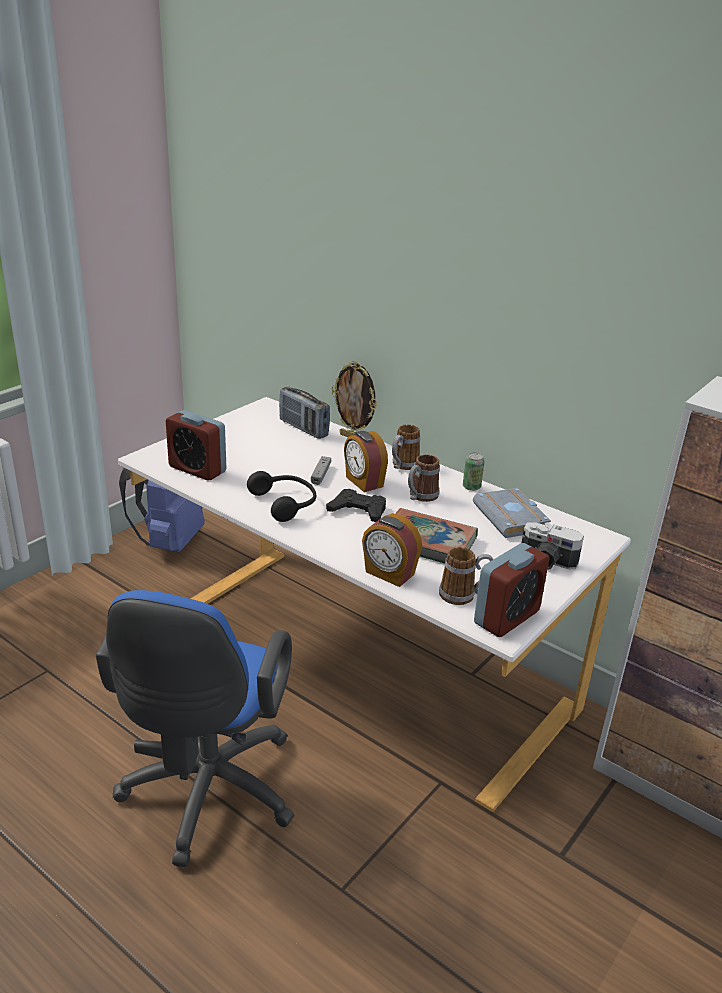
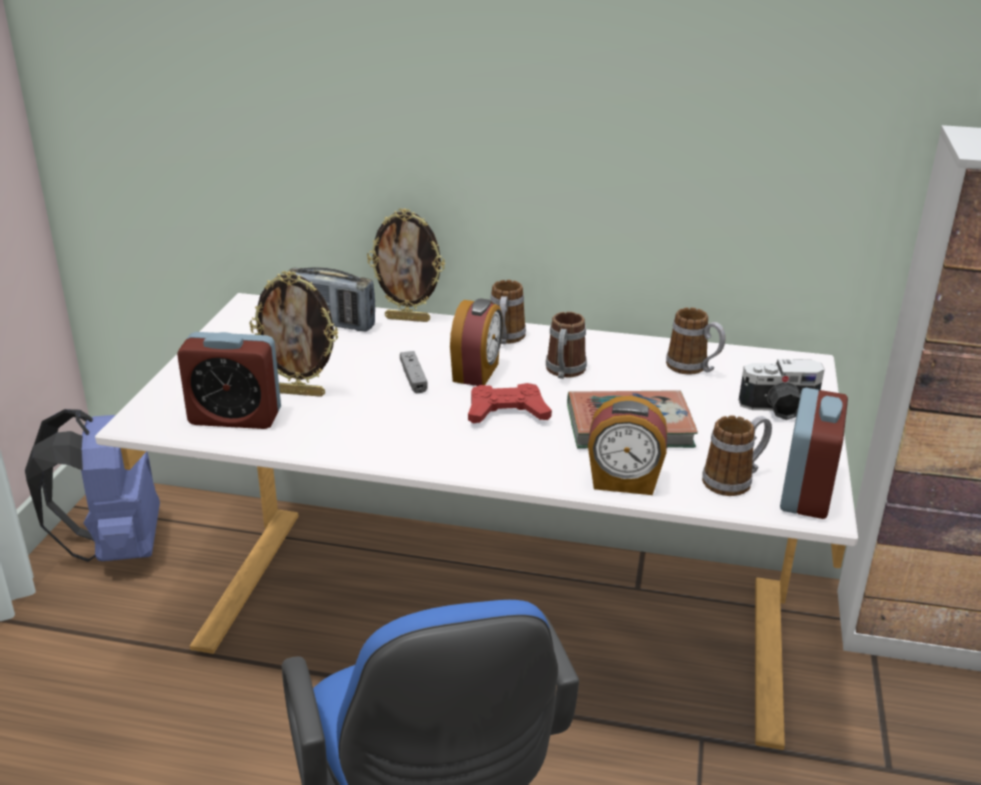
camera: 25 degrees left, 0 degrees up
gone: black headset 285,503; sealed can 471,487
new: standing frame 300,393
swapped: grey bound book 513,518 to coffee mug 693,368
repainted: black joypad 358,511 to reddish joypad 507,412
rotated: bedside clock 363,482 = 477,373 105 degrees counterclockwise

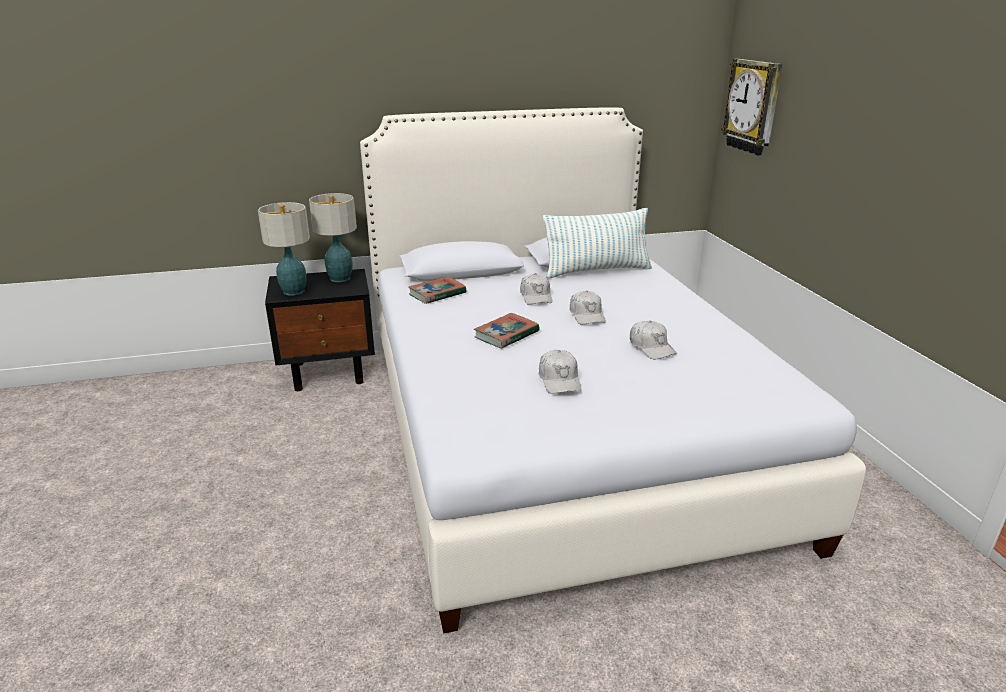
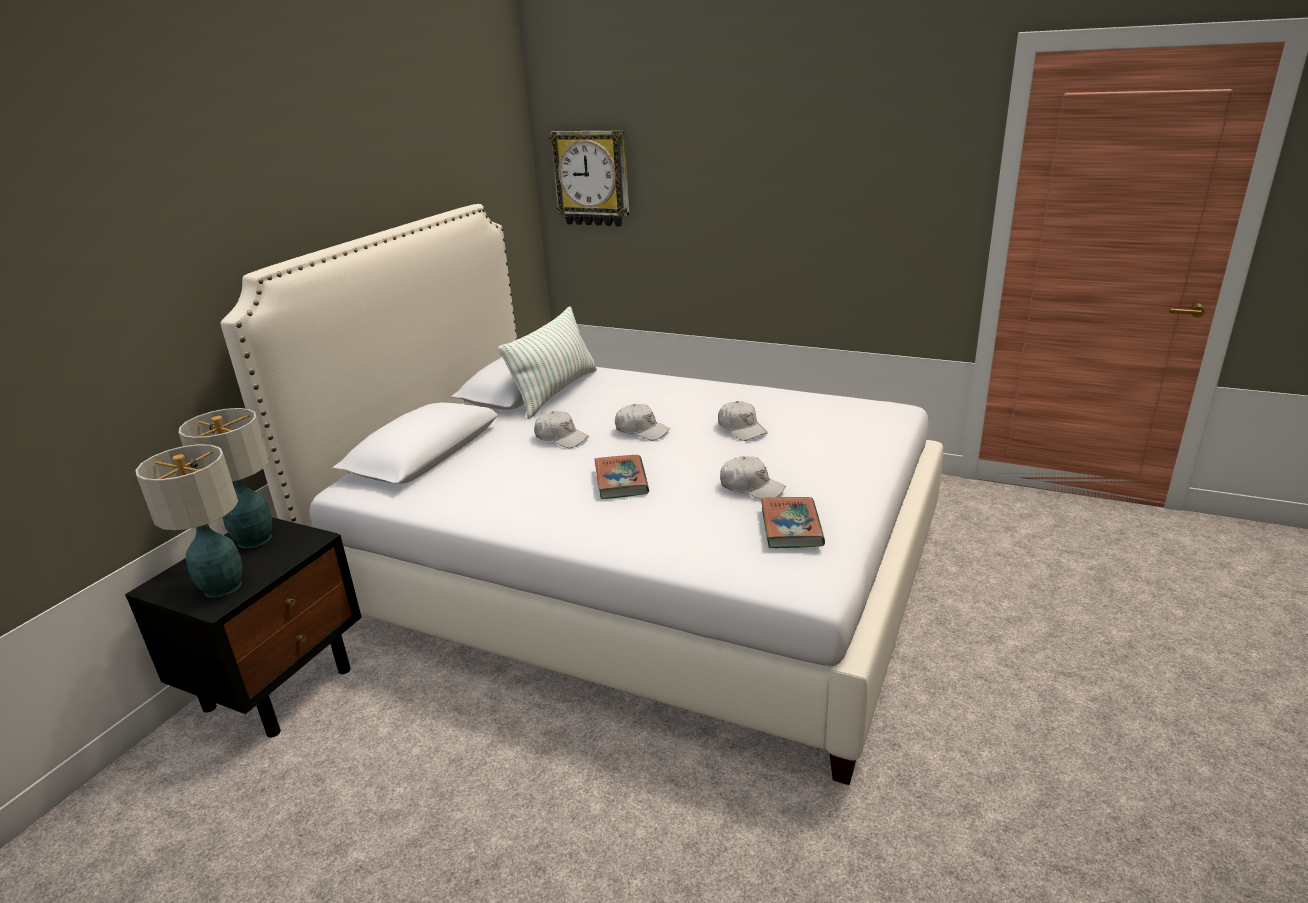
camera: 50 degrees left, 0 degrees up
shifted: bound book 437,294 to 791,527
rotated: white cap 651,347 = 741,429 45 degrees clockwise

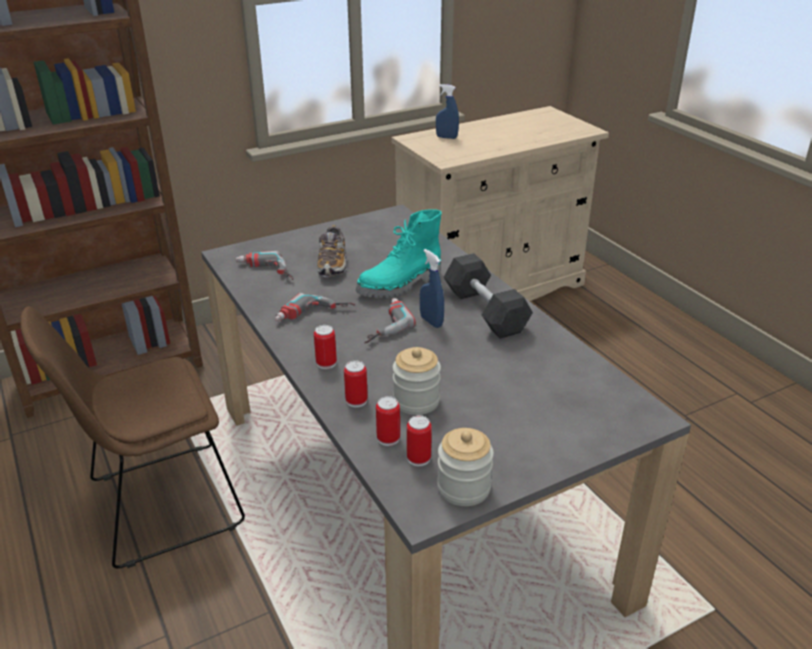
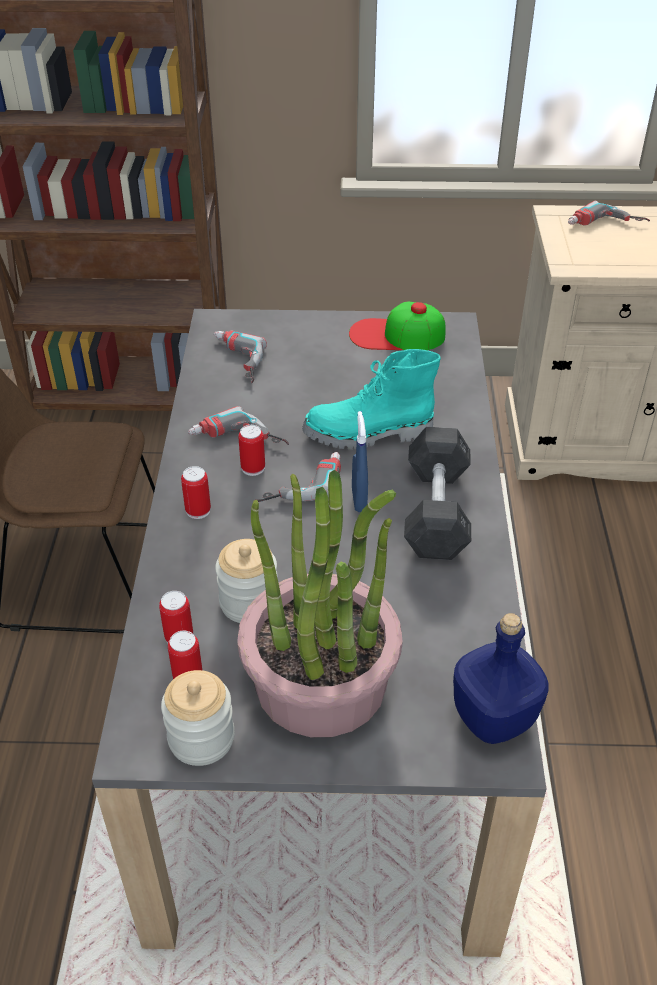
camera: 30 degrees right, 10 degrees up
gone: item of footwear 332,264
new: potted plant 321,683; cap 396,335; bluish beverage bottle 494,717
shifted: sealed can 356,401 to 253,468
swapped: bluish sprayer 446,137 to power drill 606,226

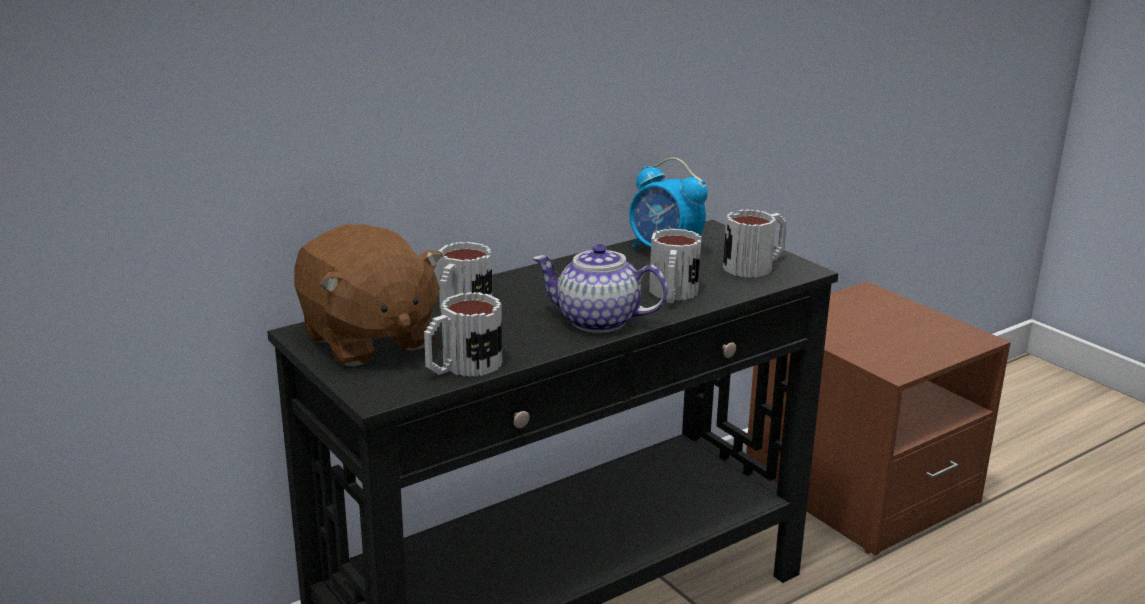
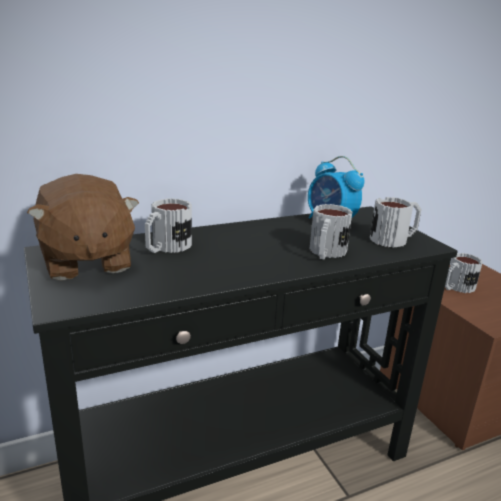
camera: 10 degrees right, 0 degrees up
gone: teapot 597,321
shifted: coffee mug 461,367 to 456,287

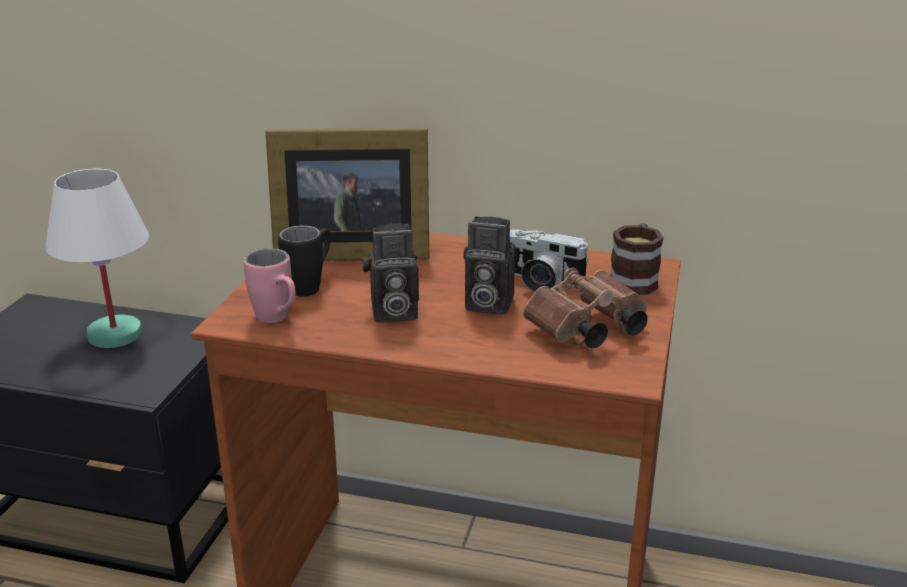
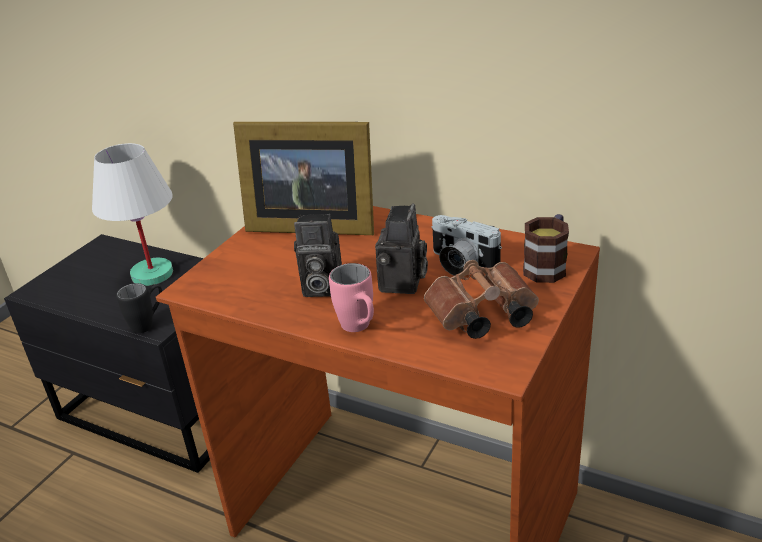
camera: 15 degrees right, 5 degrees up
shifted: pinkish coffee mug 278,319 to 360,329; black coffee mug 311,285 to 148,323
rotated: still camera 486,304 = 403,284 105 degrees counterclockwise

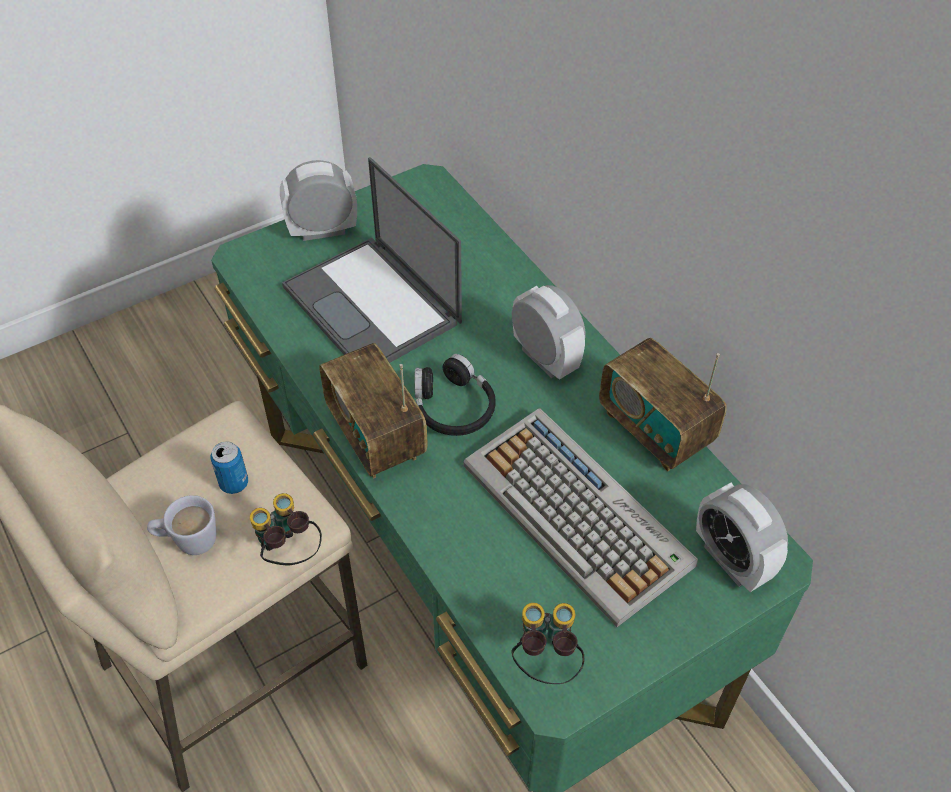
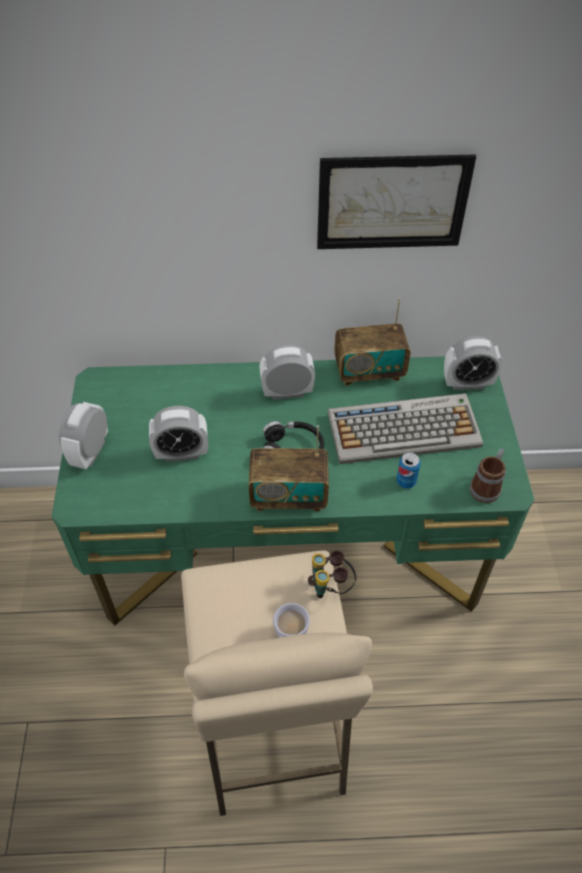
camera: 60 degrees left, 0 degrees up
new: wall art 392,202
shifted: sealed can 234,483 to 406,481
swapped: portable computer 373,305 to bedside clock 181,453; binoculars 545,662 to coffee mug 487,486

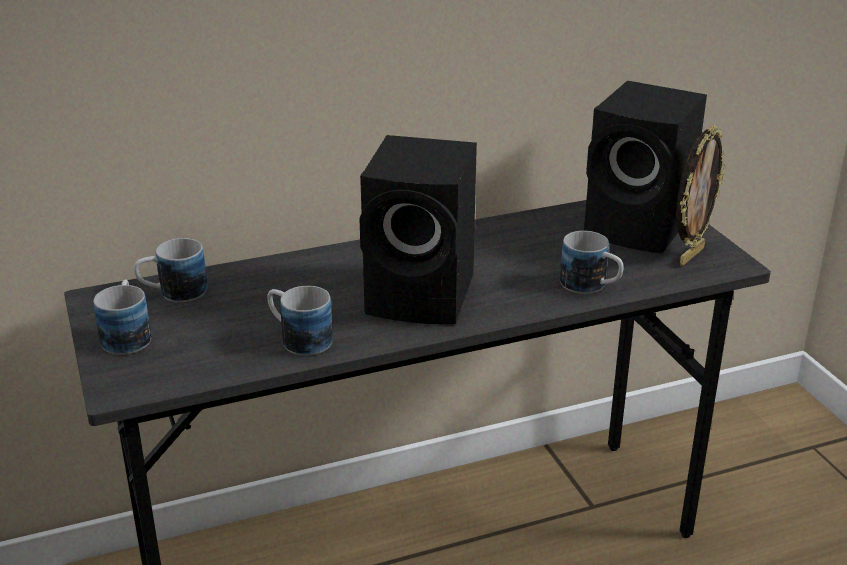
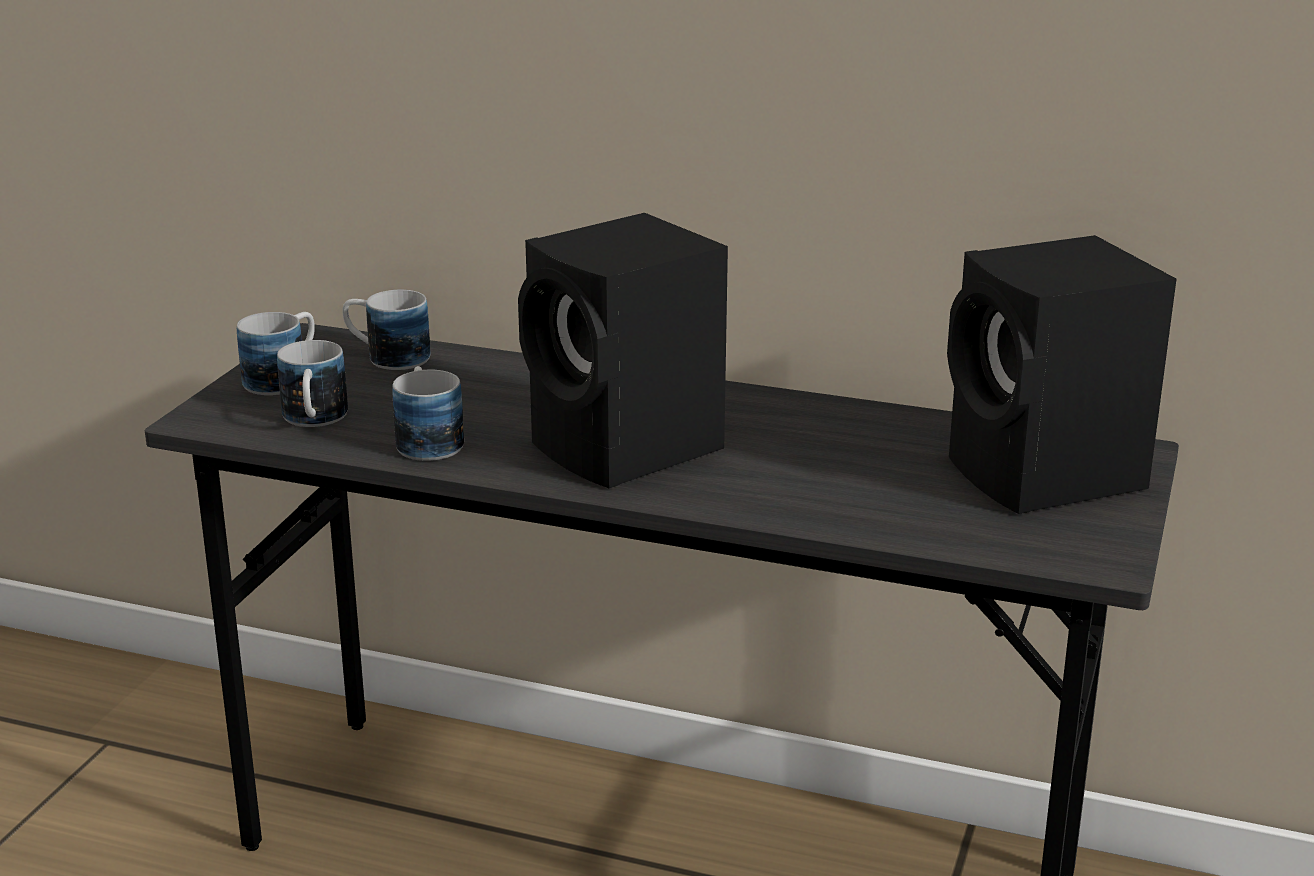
camera: 40 degrees right, 5 degrees down
gone: standing frame 690,255
shifted: coffee mug 591,287 to 314,421

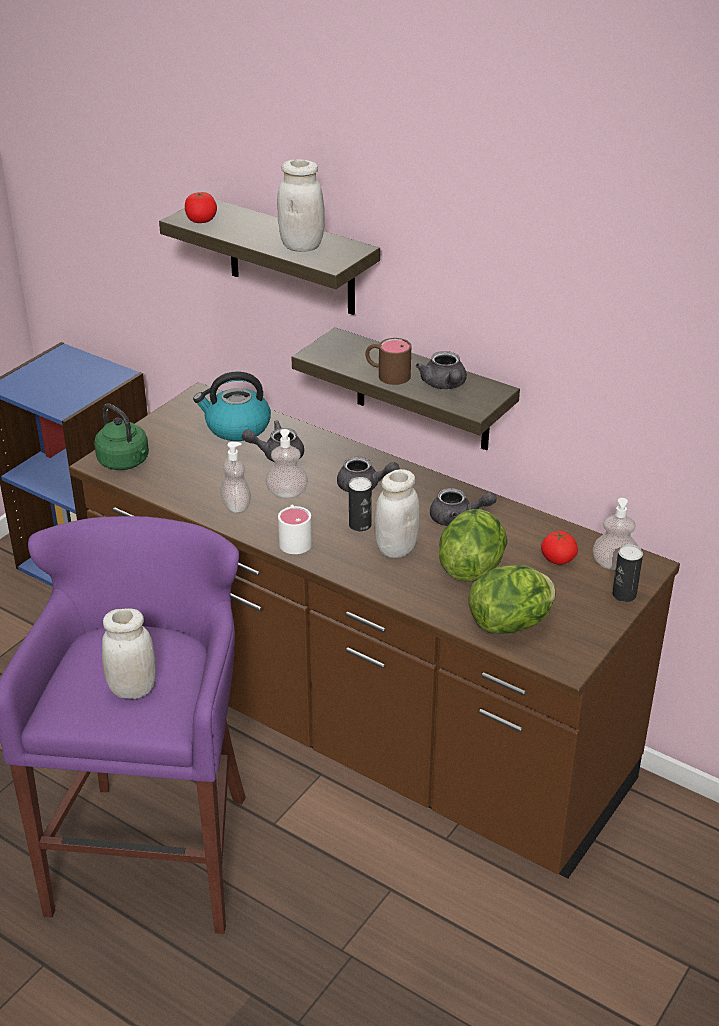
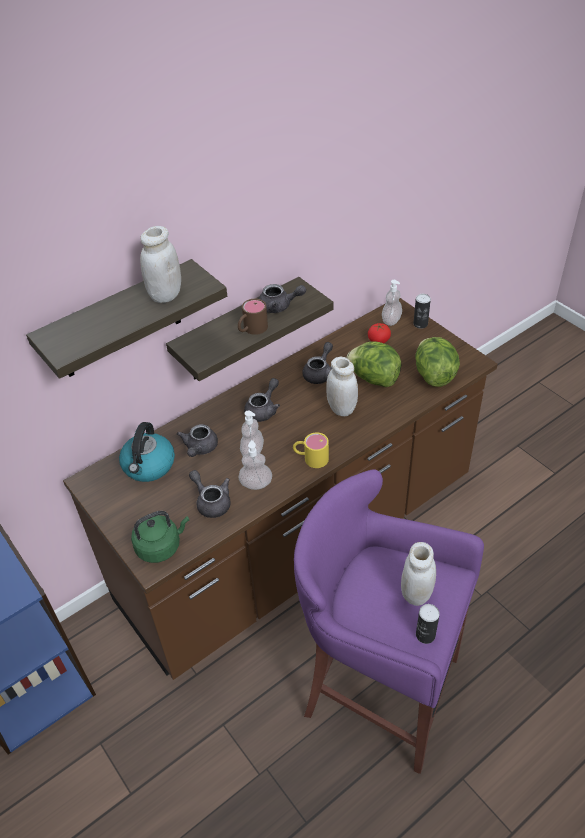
camera: 70 degrees left, 10 degrees up
gone: fresh tomato 201,220
new: grey teapot 211,502
shifted: sealed can 360,525 to 425,635
repainted: white coffee mug 294,539 to yellow coffee mug 310,458

